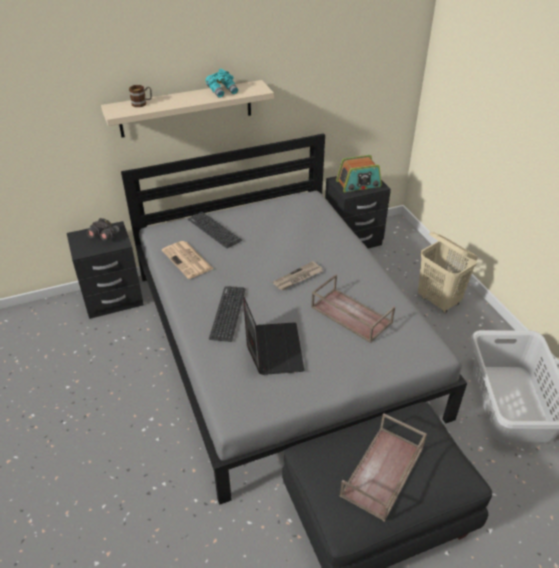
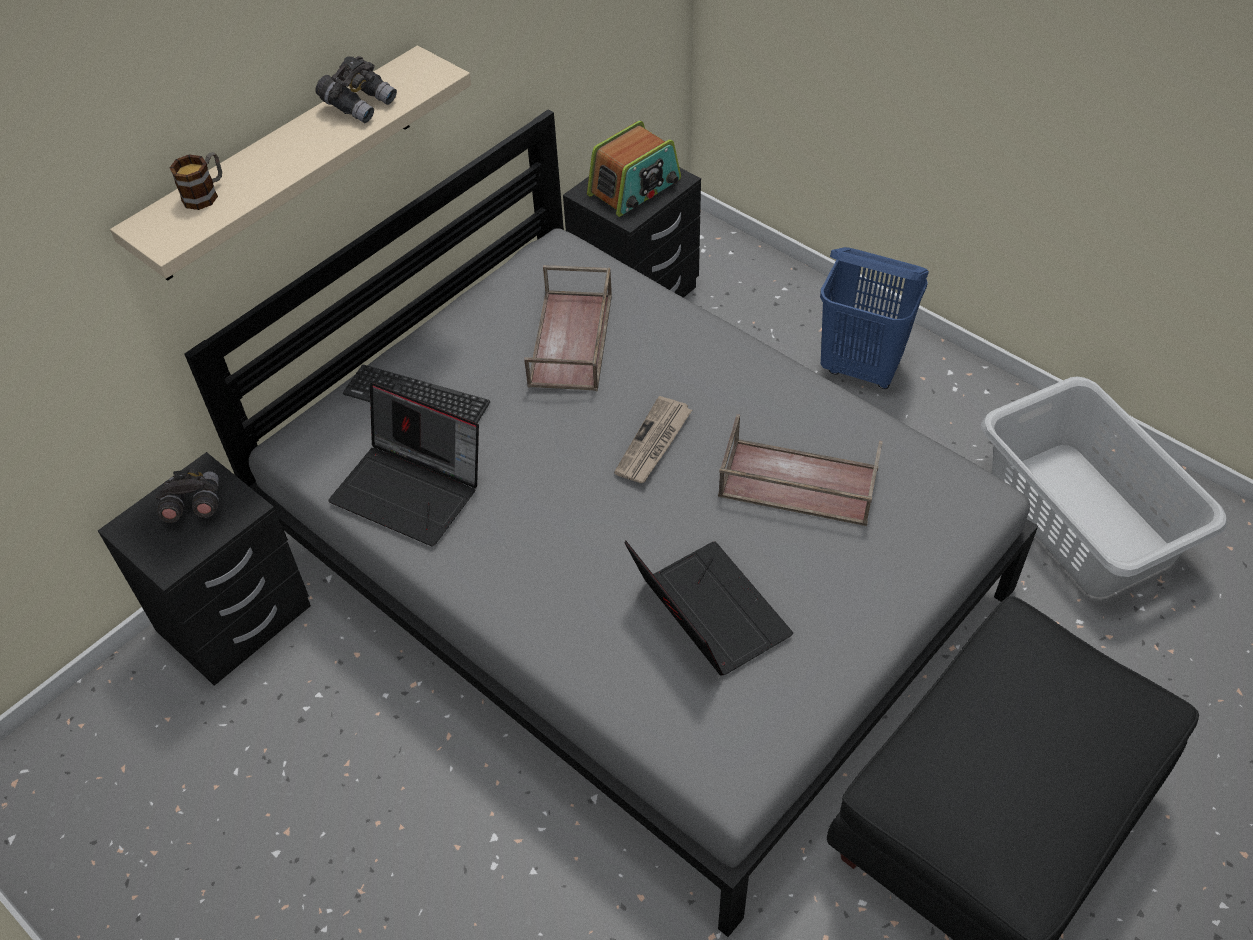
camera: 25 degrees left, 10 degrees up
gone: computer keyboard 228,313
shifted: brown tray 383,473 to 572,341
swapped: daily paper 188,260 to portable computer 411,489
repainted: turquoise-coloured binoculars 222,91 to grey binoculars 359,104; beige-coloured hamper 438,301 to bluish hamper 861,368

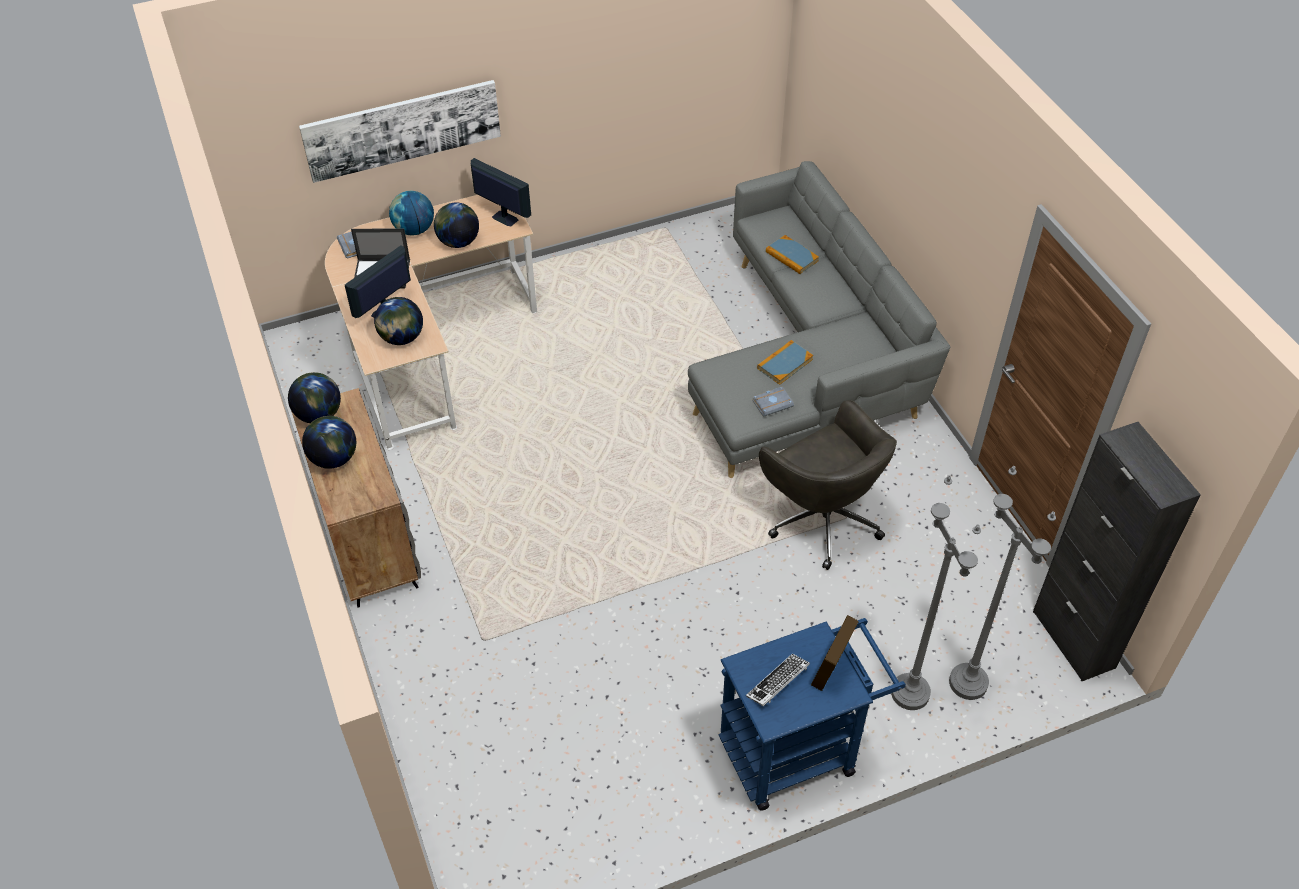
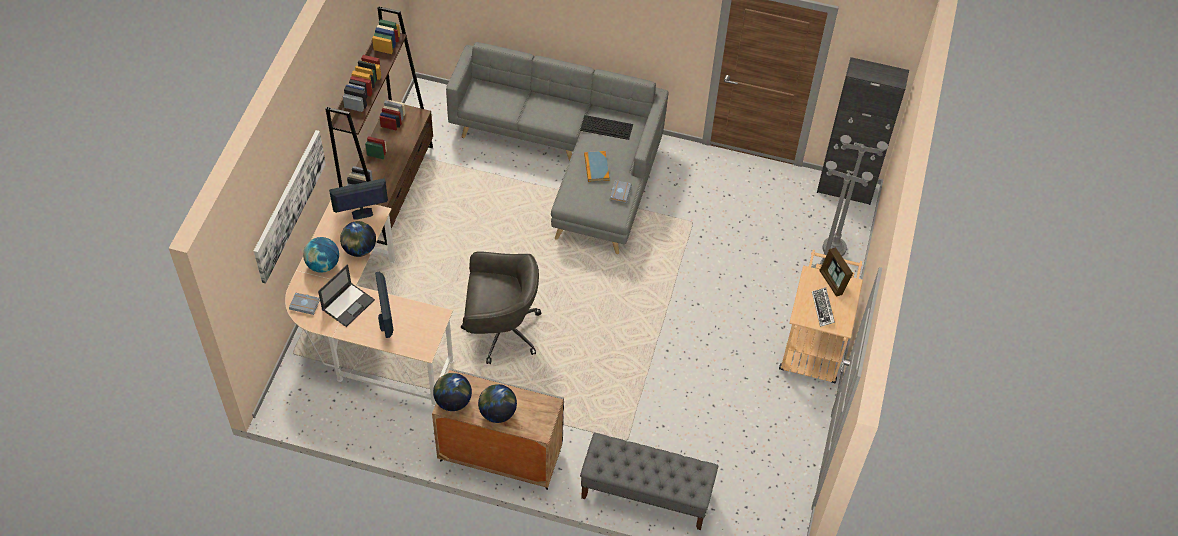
camera: 55 degrees left, 5 degrees up
gone: globe 402,338; bound book 791,256
new: brown bookcase 391,189; computer keyboard 607,127; grey bench 645,494
shifted: grey desk chair 822,519 to 500,330
repainted: bluish wheeled cart 798,749 to beige-coloured wheeled cart 814,344

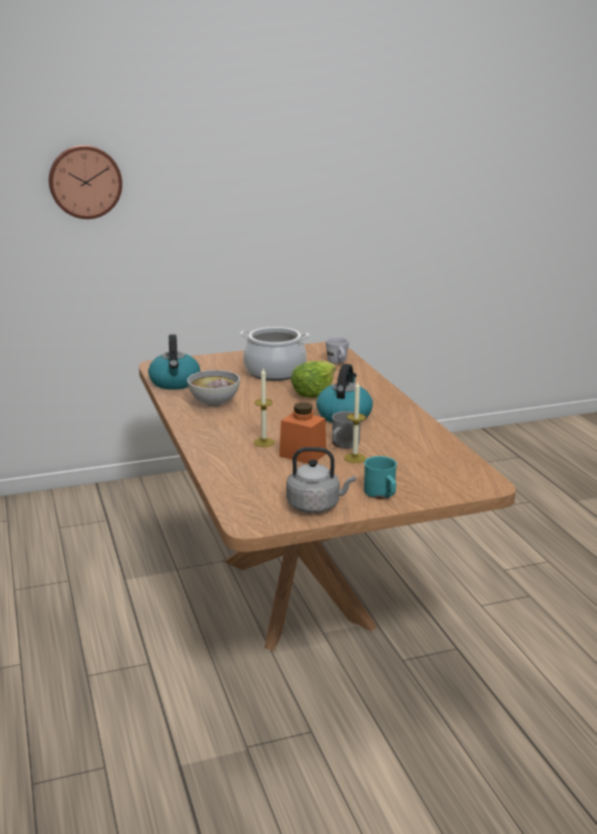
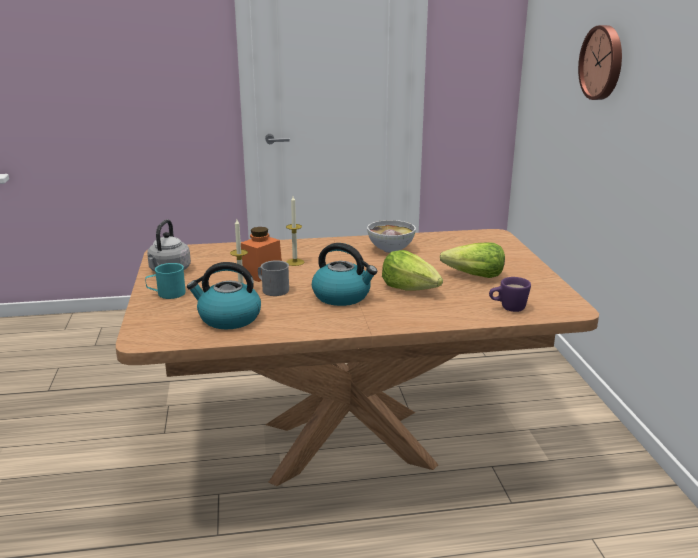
camera: 100 degrees right, 0 degrees up
shifted: water kettle 175,383 to 228,318
swapped: stockpot 274,372 to lettuce 474,276
repainted: white coffee mug 338,363 to purple-coloured coffee mug 507,308

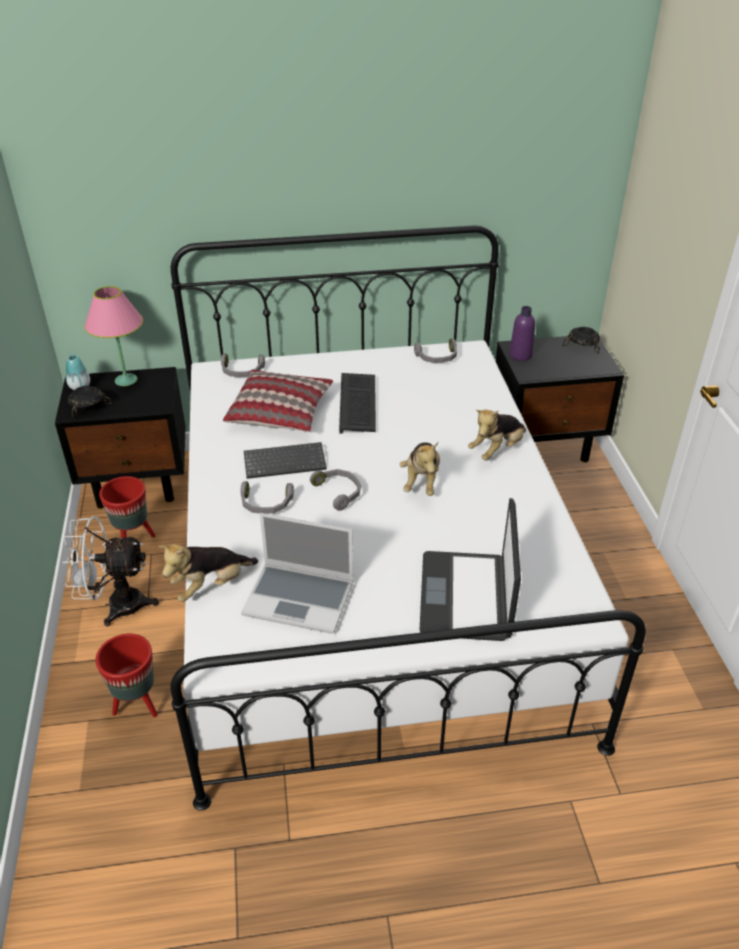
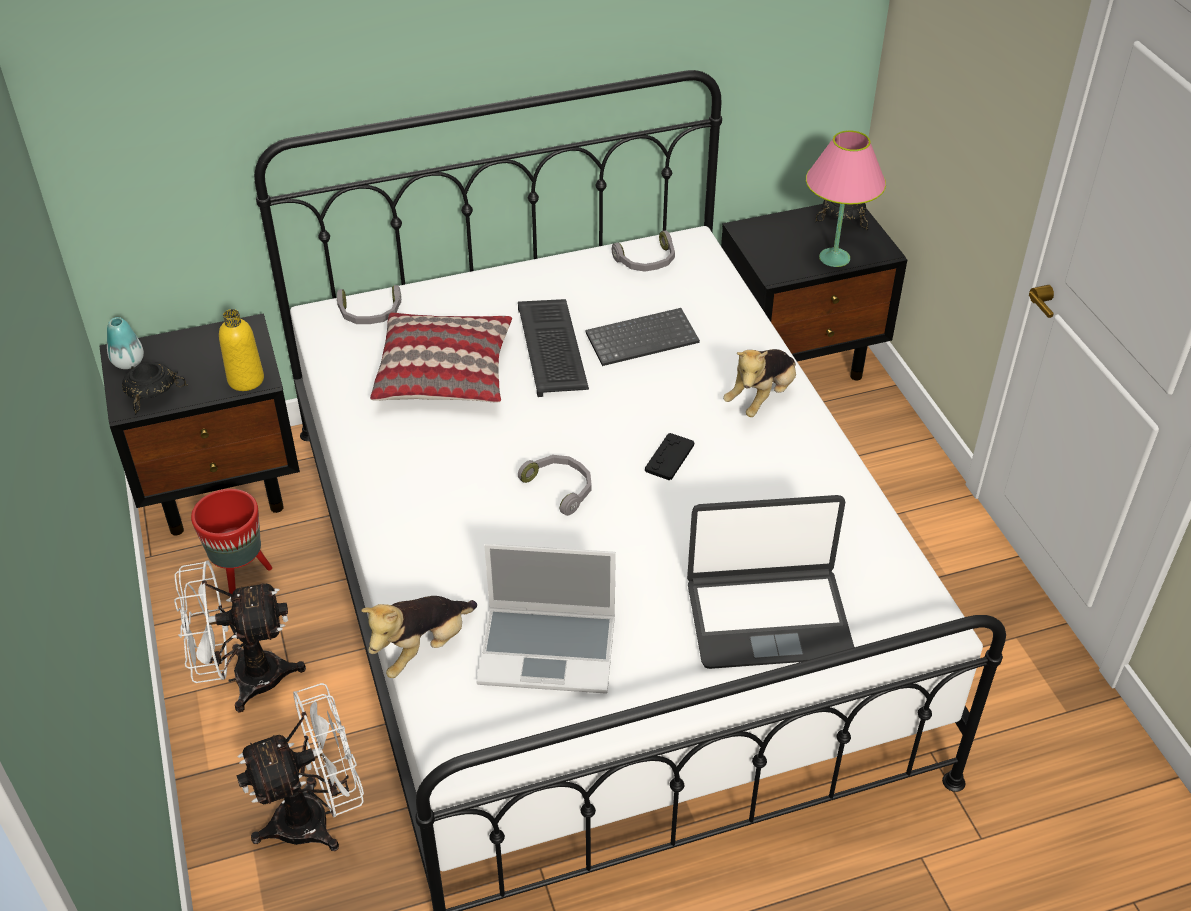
camera: 10 degrees left, 5 degrees up
gone: grey headset 266,504; purple-coloured beverage bottle 520,355
new: yellow beverage bottle 246,380
shifted: pinkish table lamp 126,380 to 834,257; computer keyboard 286,461 to 642,338
swapped: reddish plant pot 137,704 to white electric fan 317,817; cuddly toy 421,481 to black joypad 669,457
rotated: portable computer 467,597 = 768,617 90 degrees counterclockwise

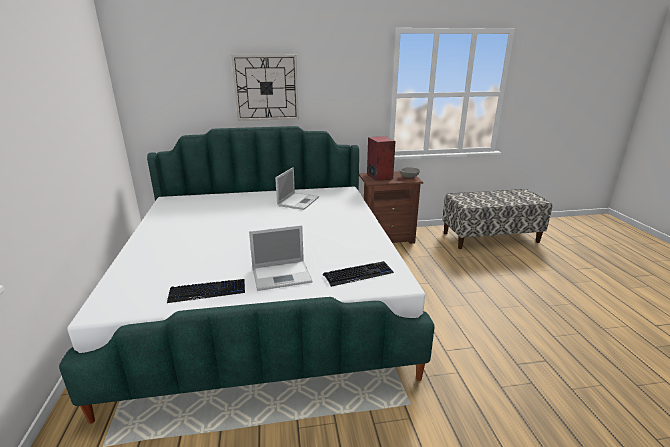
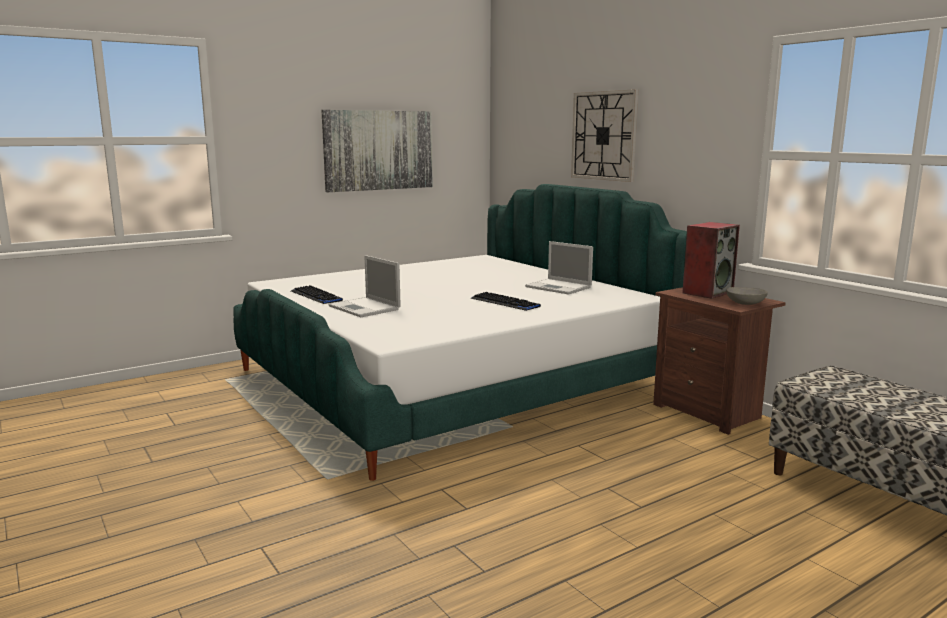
camera: 65 degrees right, 10 degrees down
new: wall art 379,150
shifted: computer keyboard 358,274 to 505,303
rotated: portable computer 298,201 = 559,287 45 degrees clockwise

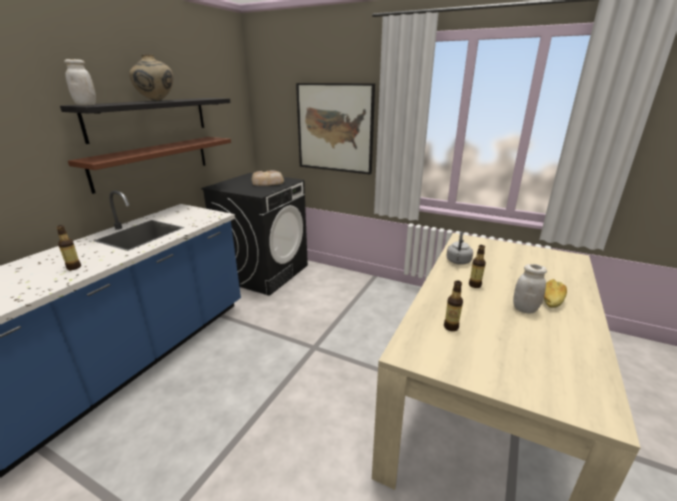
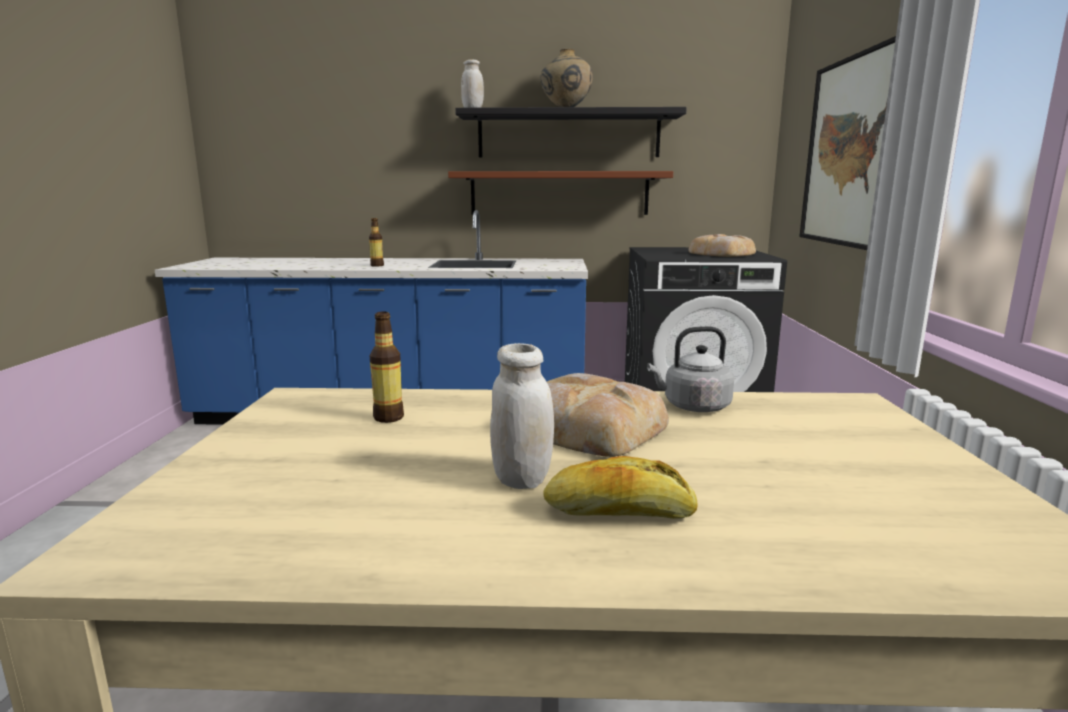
camera: 65 degrees right, 10 degrees down
swapped: beverage bottle 474,285 to bakery bread 589,426

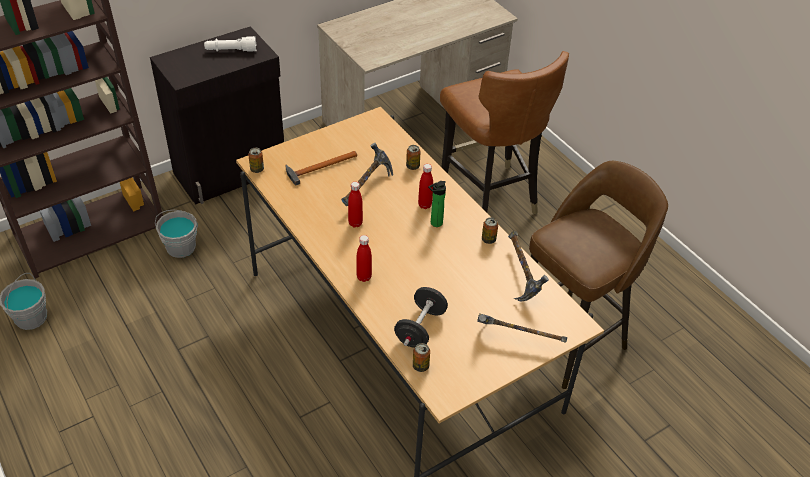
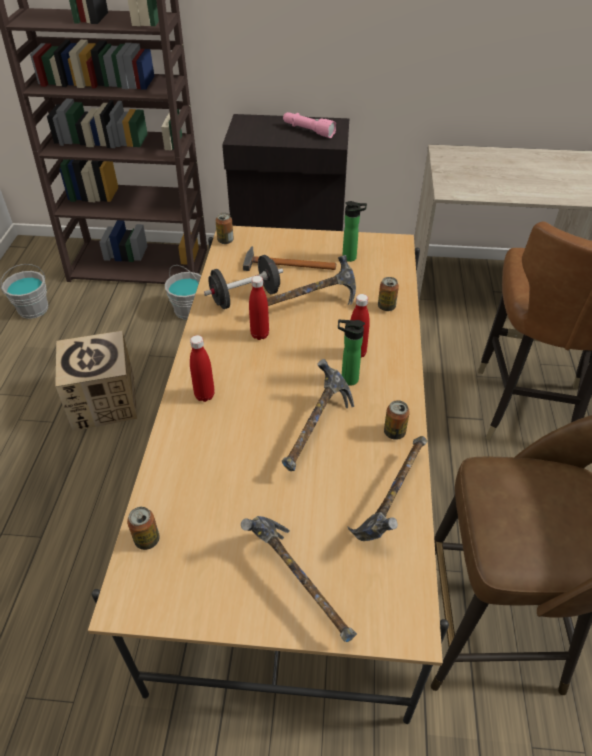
camera: 40 degrees right, 0 degrees up
new: cardboard box 104,402; hand hammer 315,433; beverage bottle 351,258
shifted: black dumbbell 420,328 to 245,297
repainted: white flashlight 231,50 to pinkish flashlight 308,131

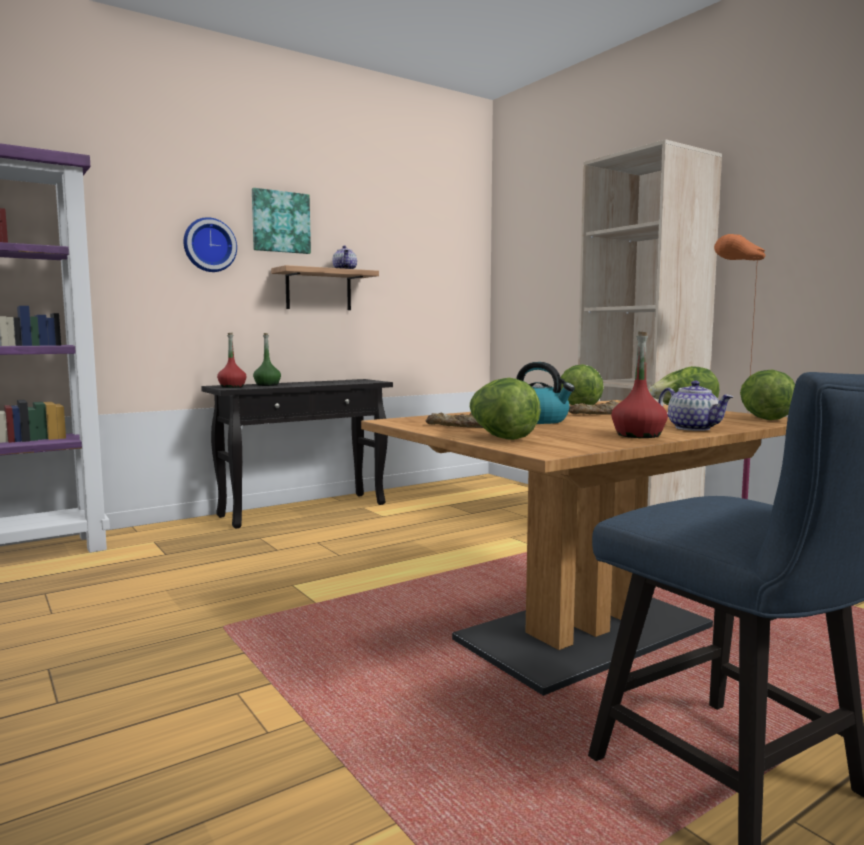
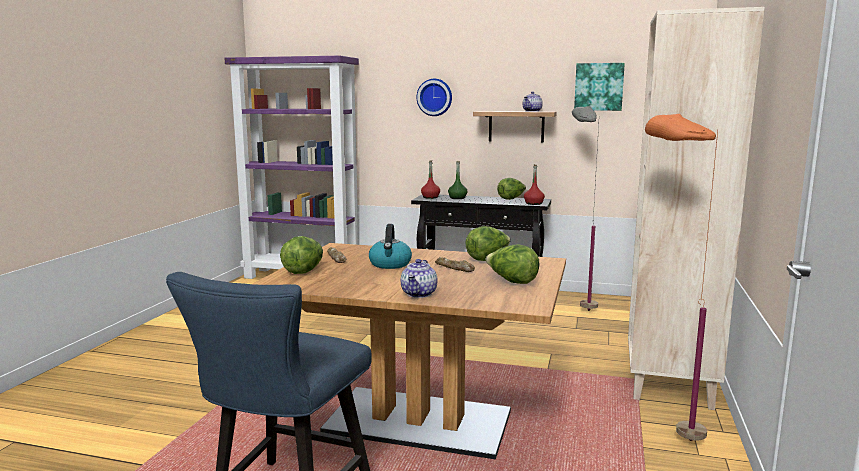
camera: 50 degrees right, 5 degrees up
new: grey floor lamp 579,306
shifted: wall art 280,222 to 599,87; reddish beverage bottle 638,435 to 534,203; lettuce 764,418 to 511,199

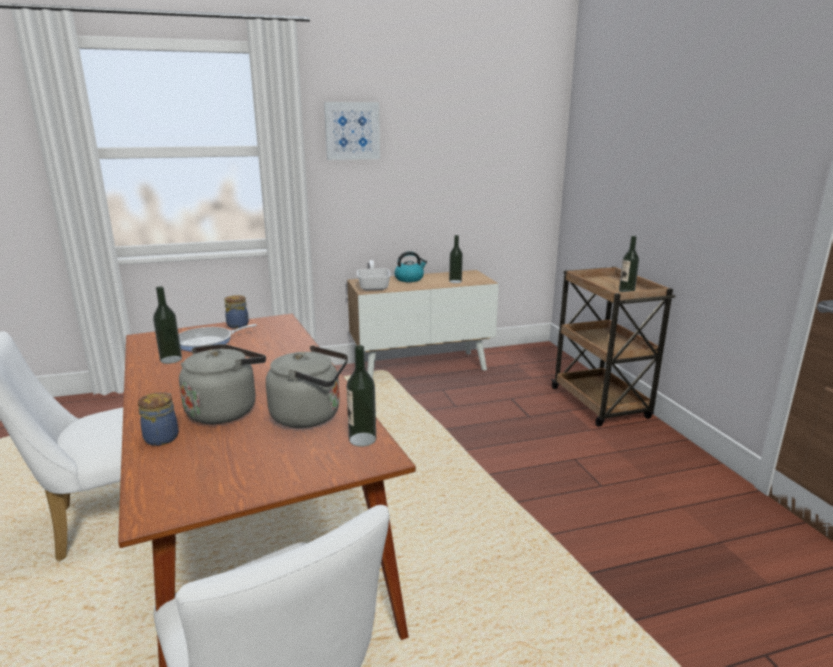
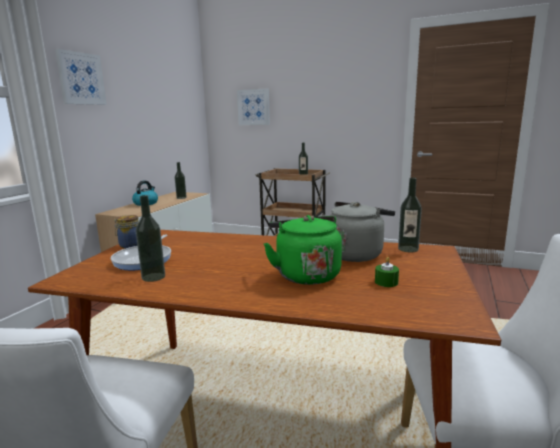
camera: 50 degrees left, 5 degrees down
gone: jar 163,437; skillet 374,286
new: wall art 253,107; green-coloured wax candle 386,282
repainted: grey water kettle 224,410 to green-coloured water kettle 306,274

